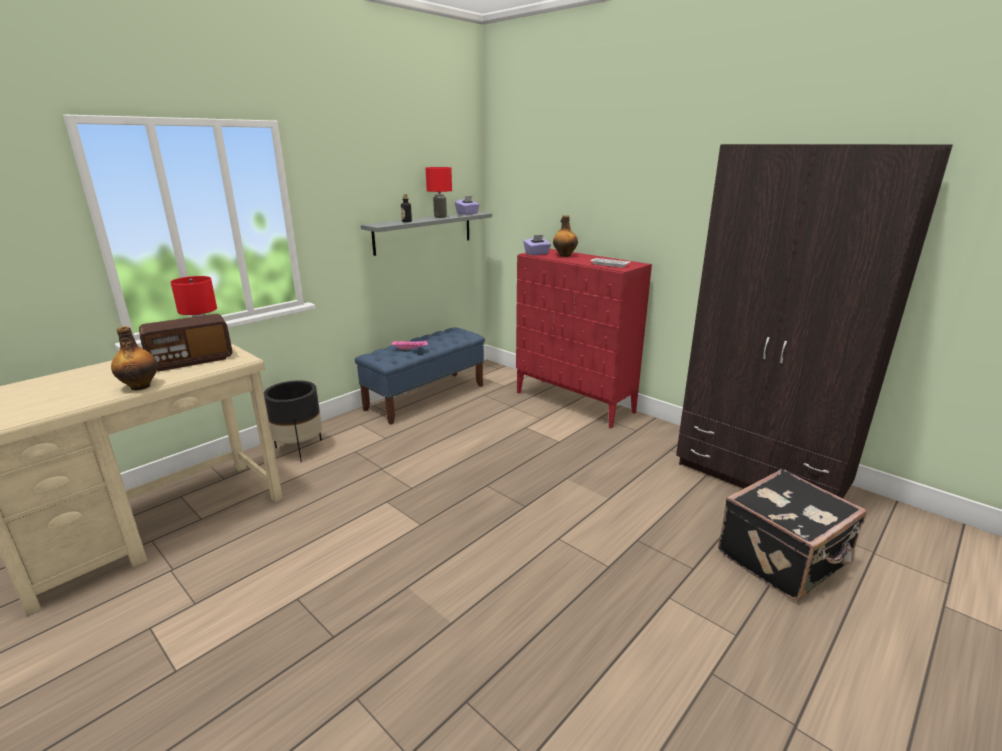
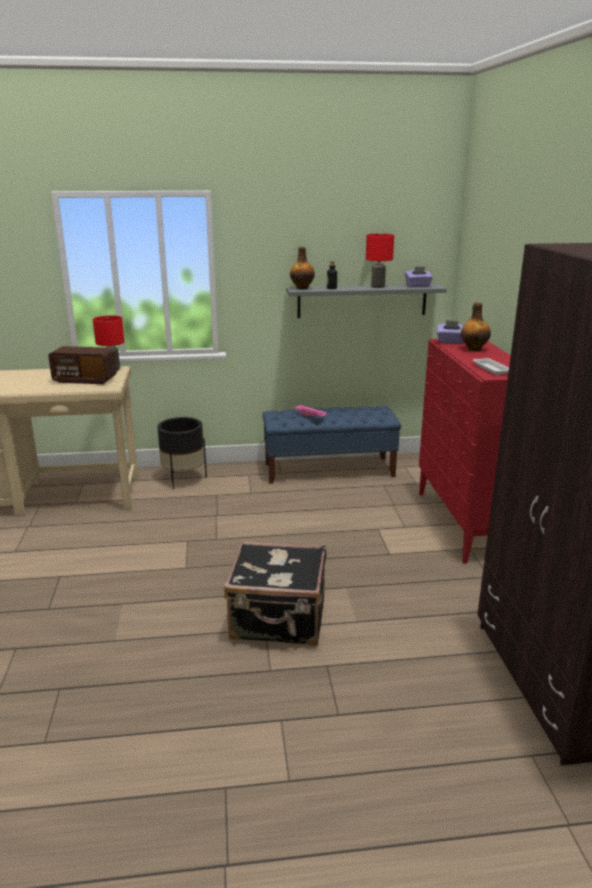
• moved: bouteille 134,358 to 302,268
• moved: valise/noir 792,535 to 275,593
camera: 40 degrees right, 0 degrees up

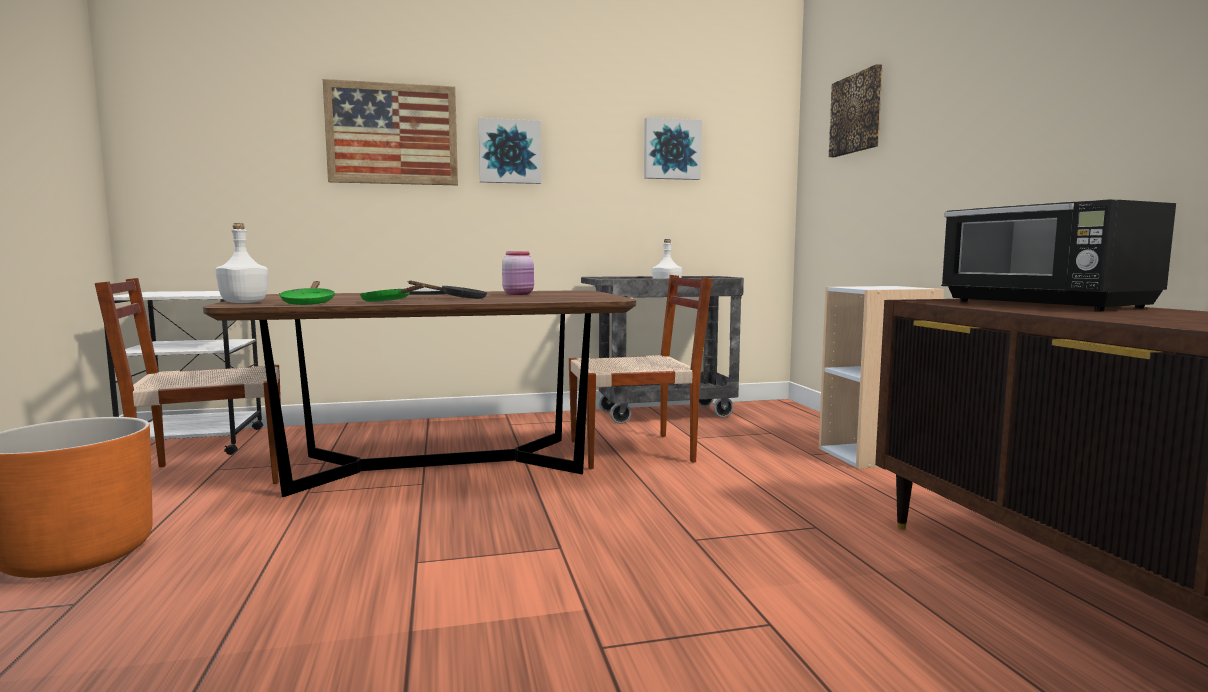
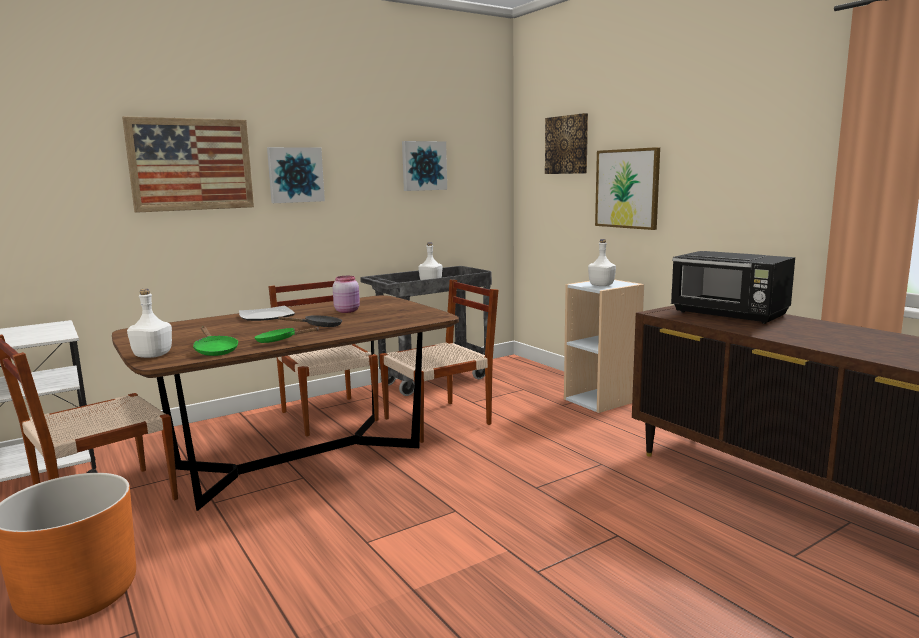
• added: chaise 323,359
• added: bouteille/blanc 602,262
• added: tableau 627,188
camera: 20 degrees left, 5 degrees up

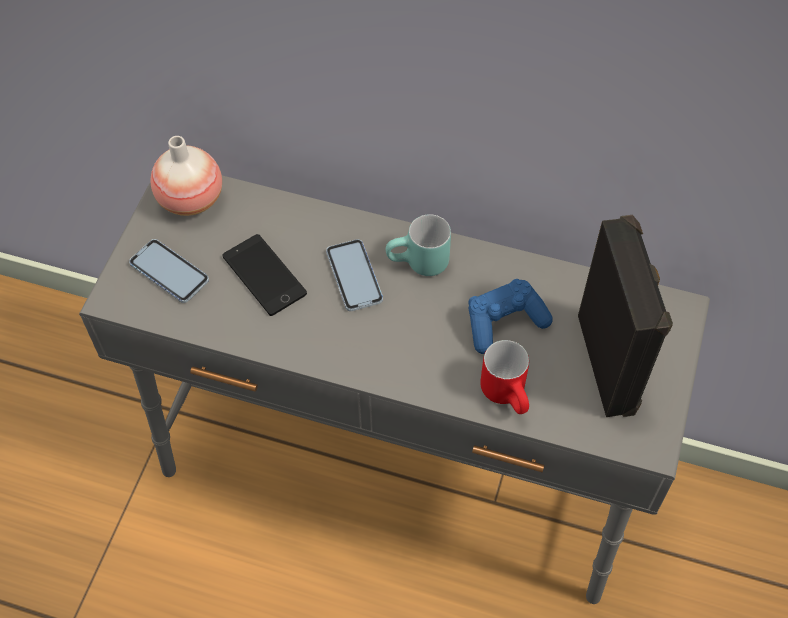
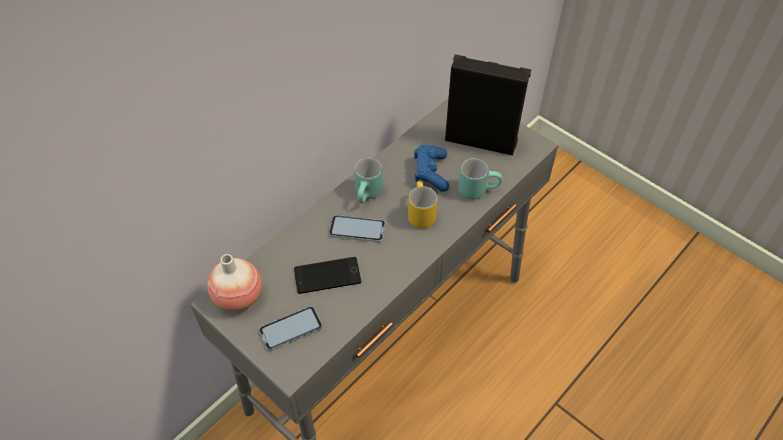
• added: mug/jaune 422,205
• recoloured: mug/rouge 504,377 to mug/turquoise 480,179
camera: 65 degrees left, 5 degrees down

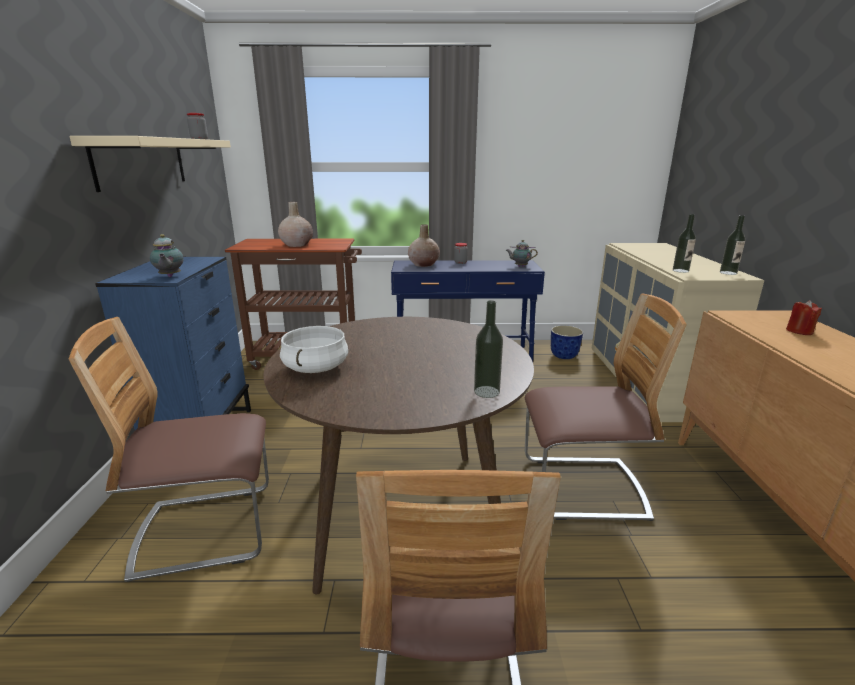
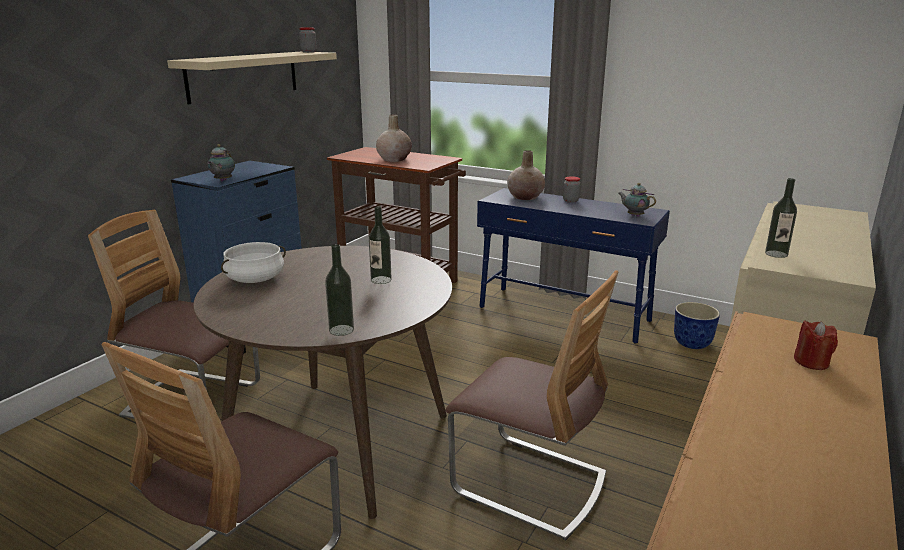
• moved: bouteille 733,245 to 380,245
camera: 30 degrees right, 0 degrees up

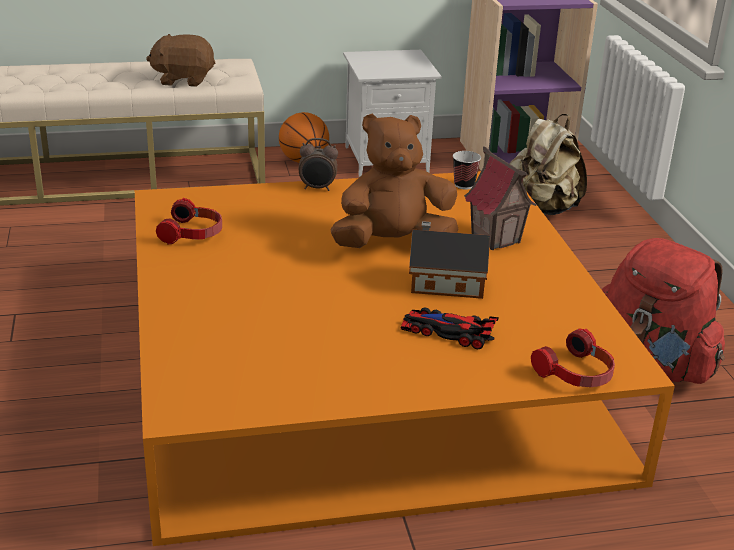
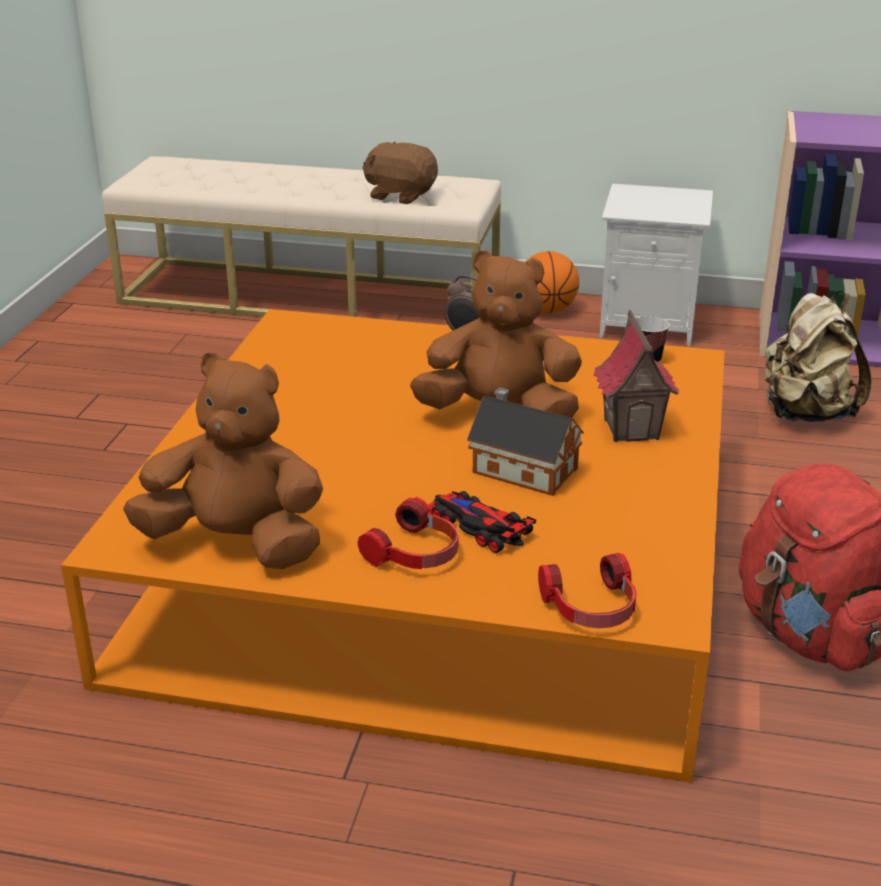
• added: peluche/marron 223,460
• moved: casque audio 189,221 to 407,533
camera: 25 degrees right, 0 degrees up

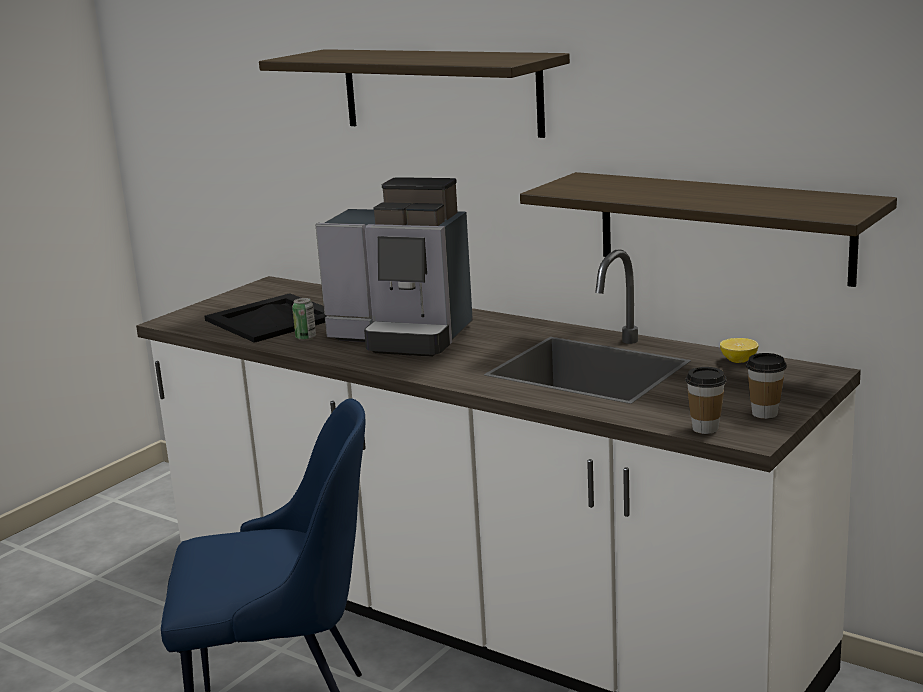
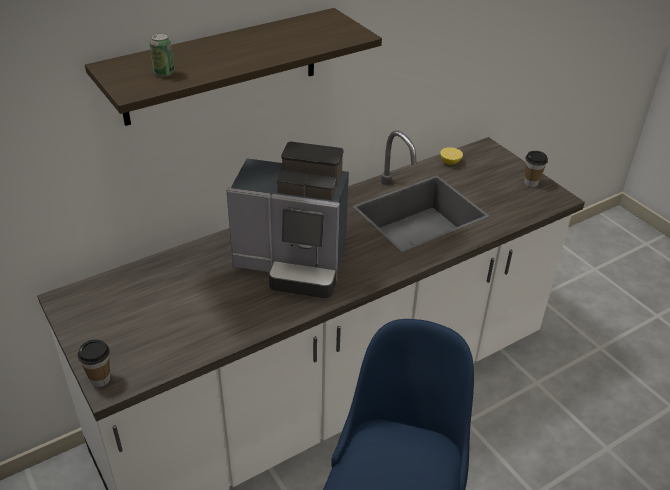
• removed: plateau/noir 265,318
• removed: étagère 708,229
• moved: boîte métallique 304,319 to 161,55
• moved: tasse 706,400 to 94,363
• turned: machine à café 394,267 = 287,220 60 degrees clockwise
camera: 70 degrees left, 20 degrees up

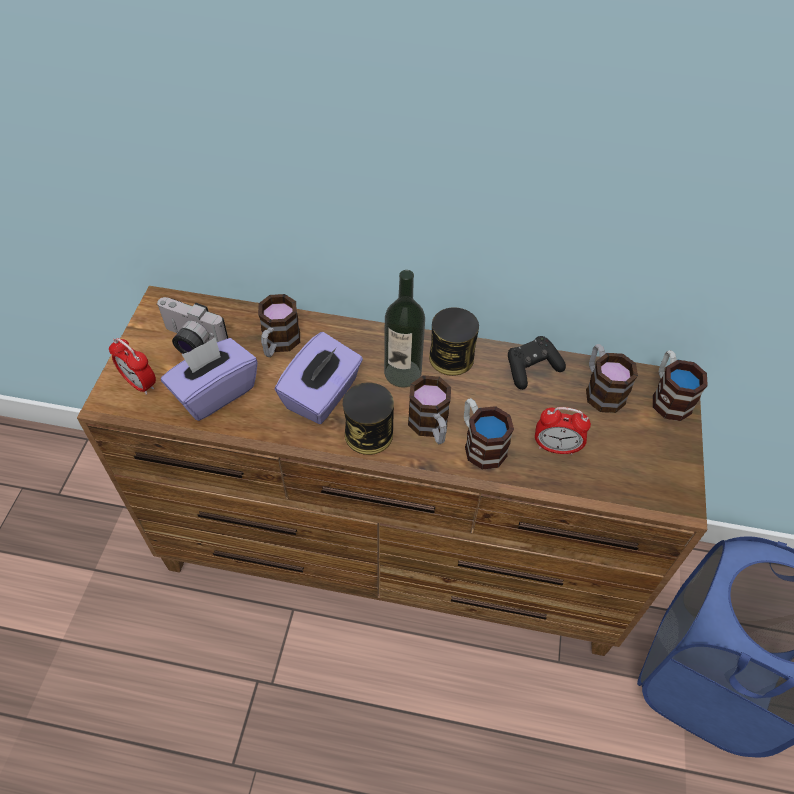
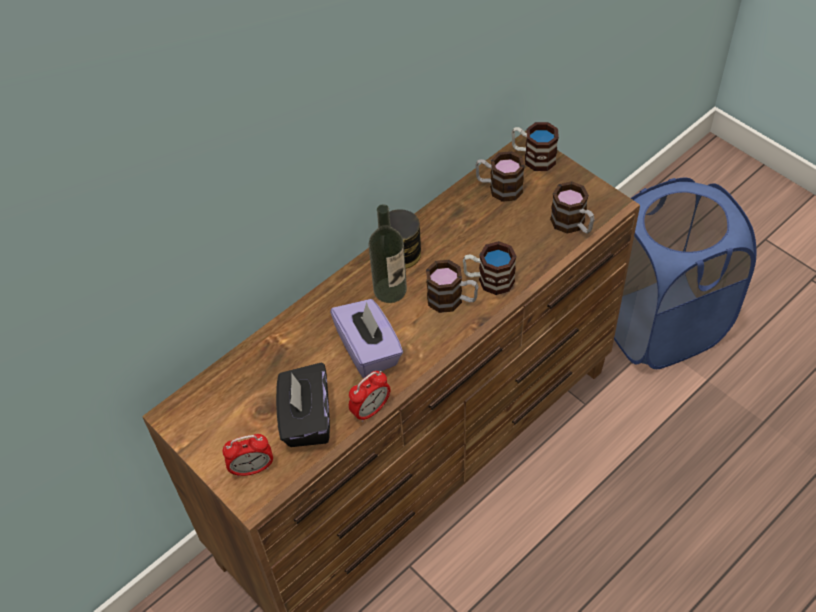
• removed: appareil photo 192,325
• removed: boîte métallique 368,419
• removed: manette/noir 537,363
• moved: mug 279,325 to 572,207
• moved: réveil 563,431 to 370,396
• recoloured: boîte à mouchoirs/violet 209,379 to boîte à mouchoirs/noir 303,404
camera: 50 degrees left, 0 degrees up

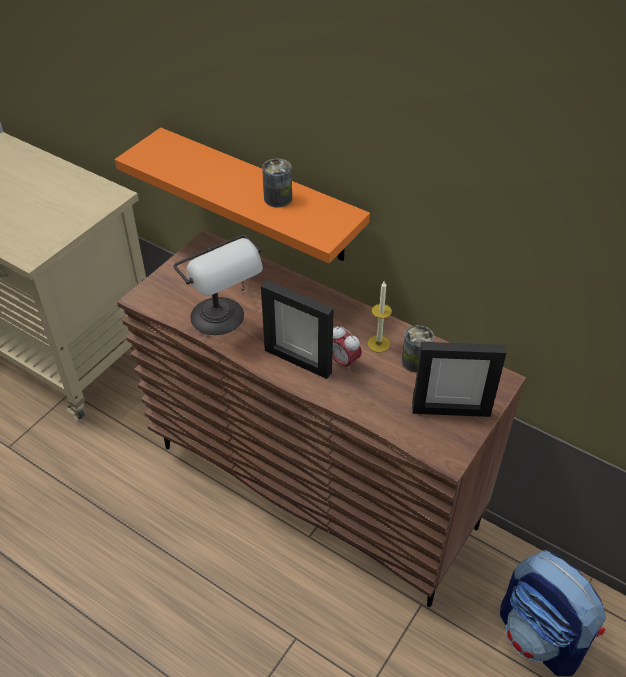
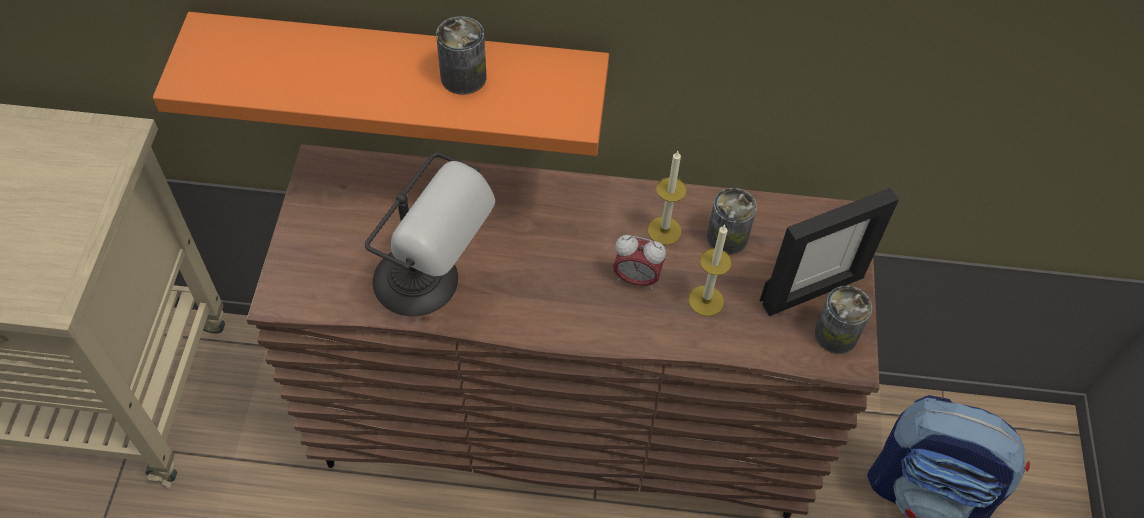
• removed: cadre photo 297,329
• added: bougie 710,270
• added: boîte métallique 843,320
camera: 30 degrees left, 10 degrees up

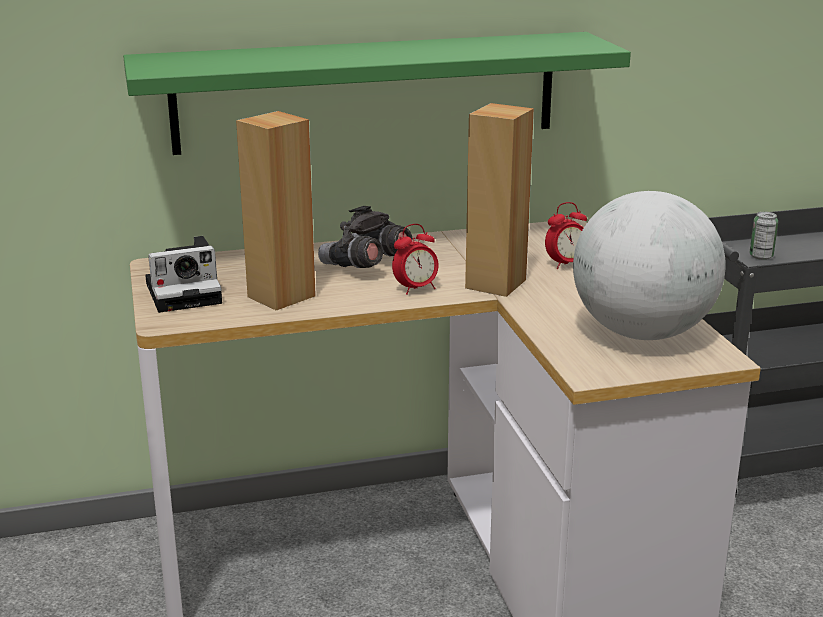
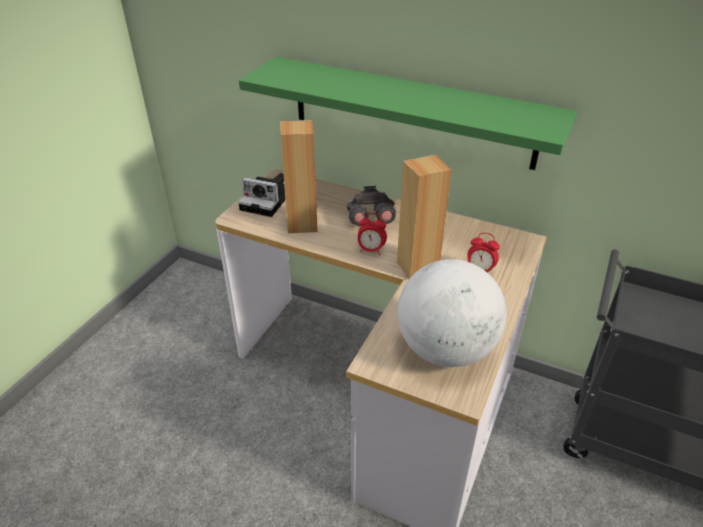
• removed: boîte métallique 763,236
camera: 40 degrees right, 15 degrees up

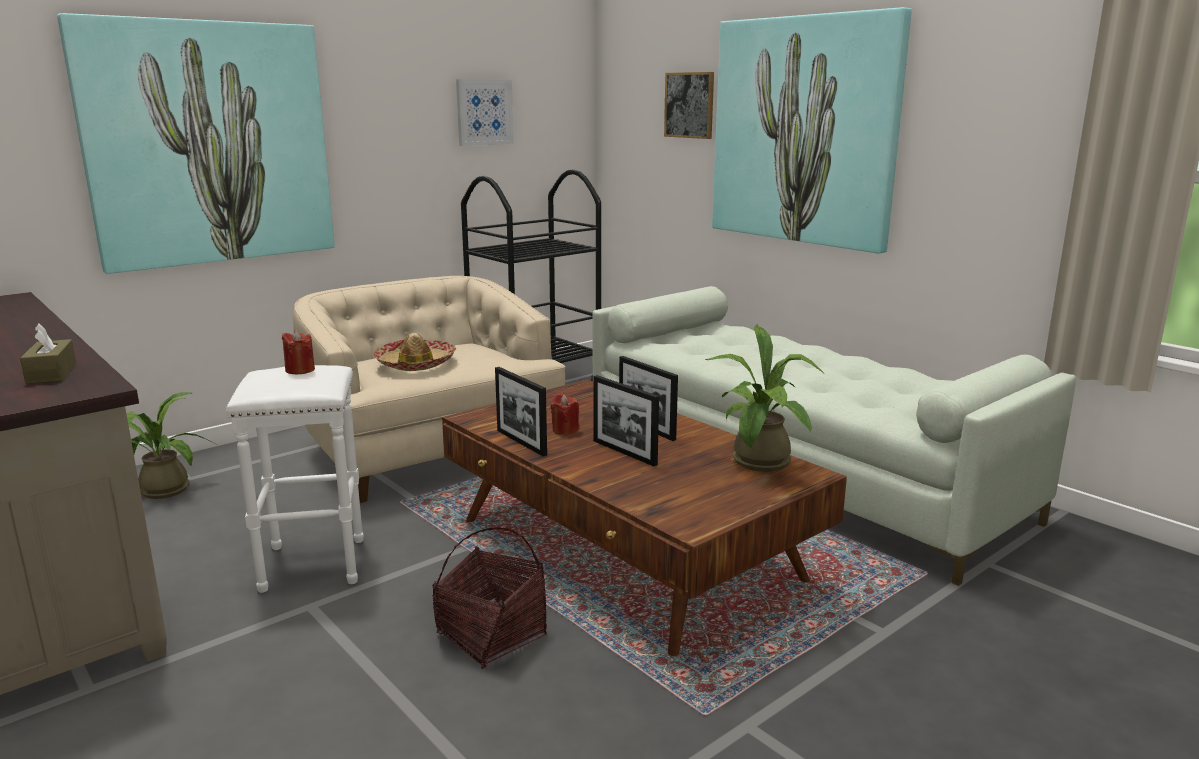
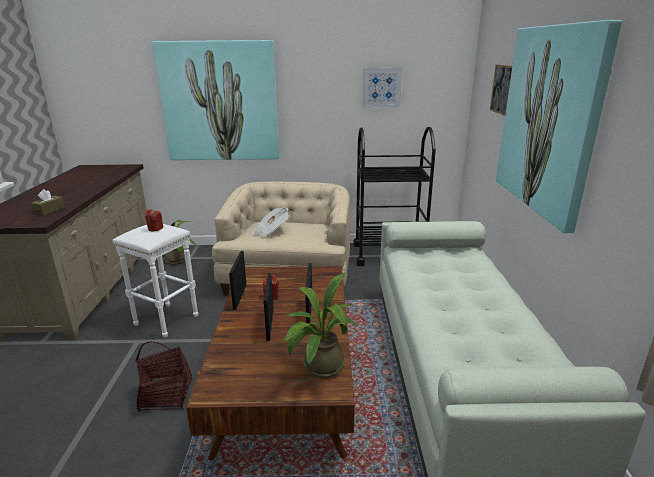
• replaced: chapeau 414,352 to journal 270,222
camera: 40 degrees right, 5 degrees up

